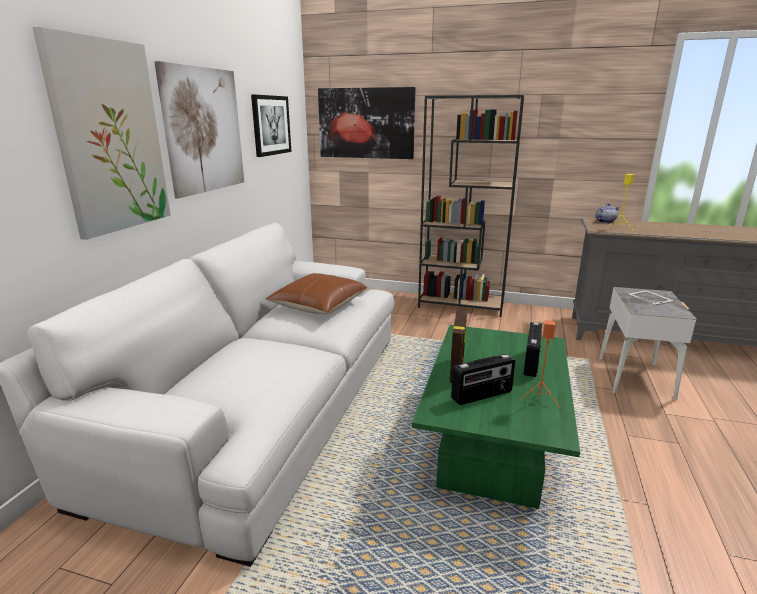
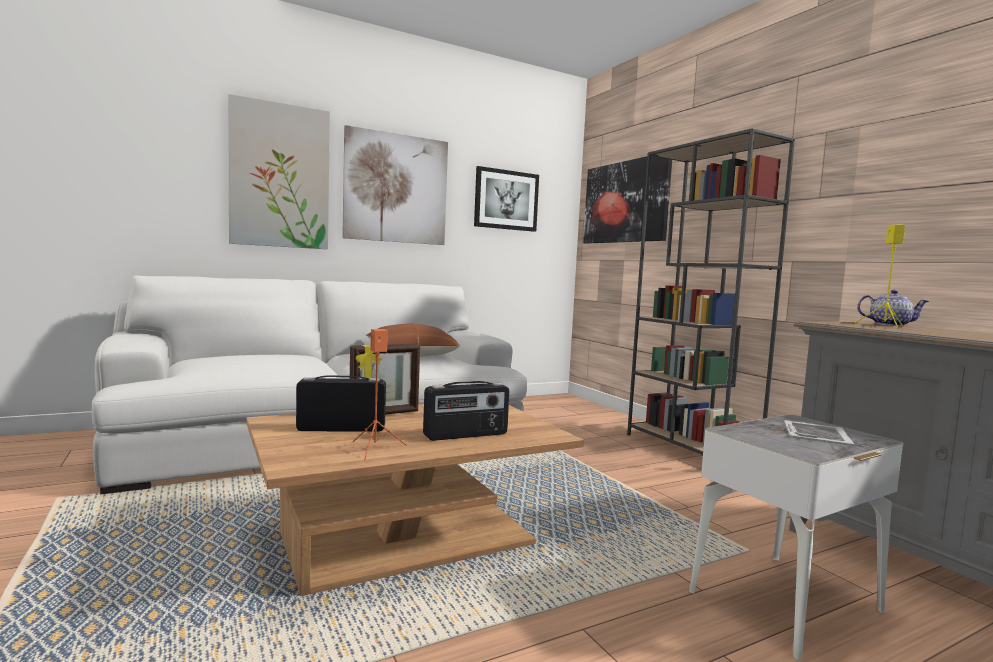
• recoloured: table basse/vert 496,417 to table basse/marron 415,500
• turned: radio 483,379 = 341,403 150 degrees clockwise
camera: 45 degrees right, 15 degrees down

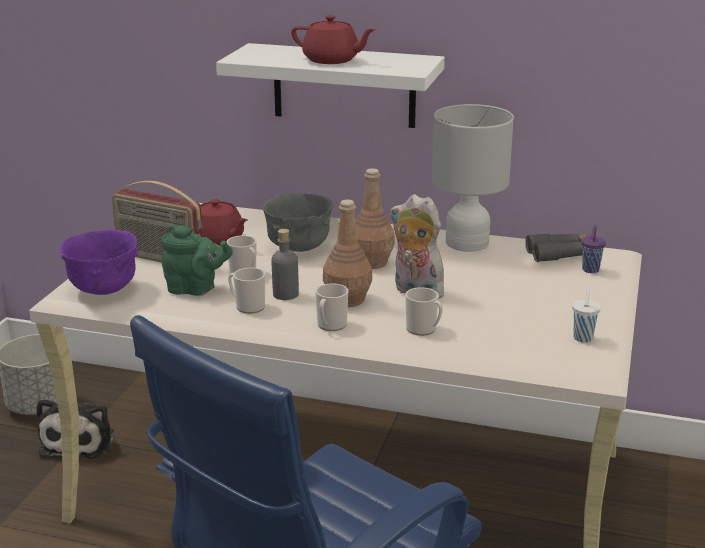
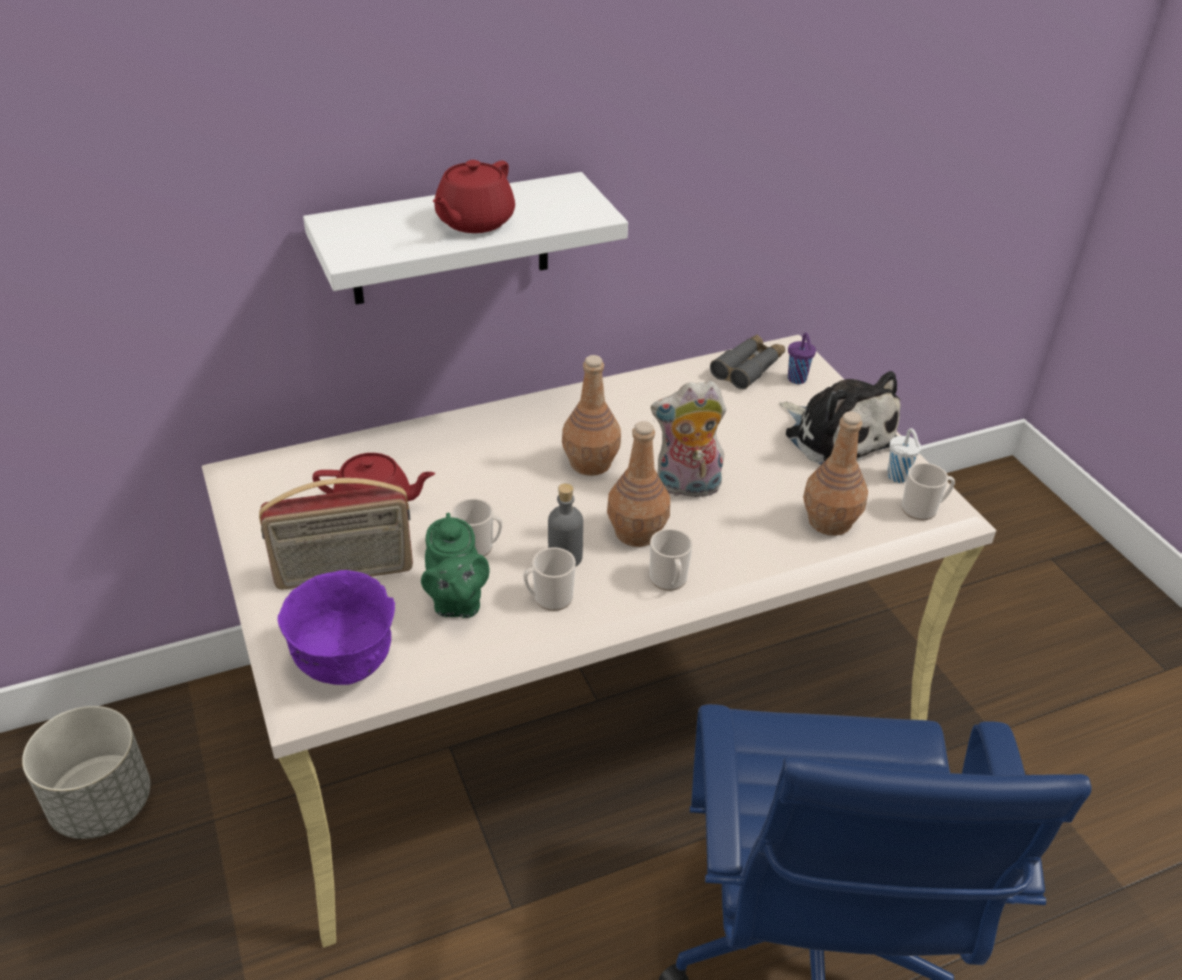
• removed: bol/gris 298,222
• removed: lampe de table/gris 473,178
• added: bouteille/marron 835,473
• moved: peluche 75,429 to 839,418
• moved: mug 424,311 to 928,491
• turned: théière/vert 197,260 = 455,565 105 degrees clockwise
• turned: théière/rouge 333,39 = 474,196 135 degrees clockwise
camera: 40 degrees left, 15 degrees up

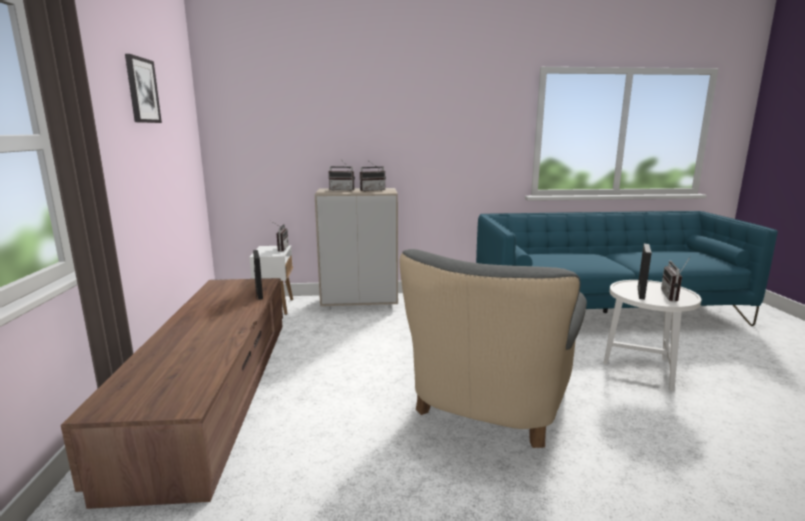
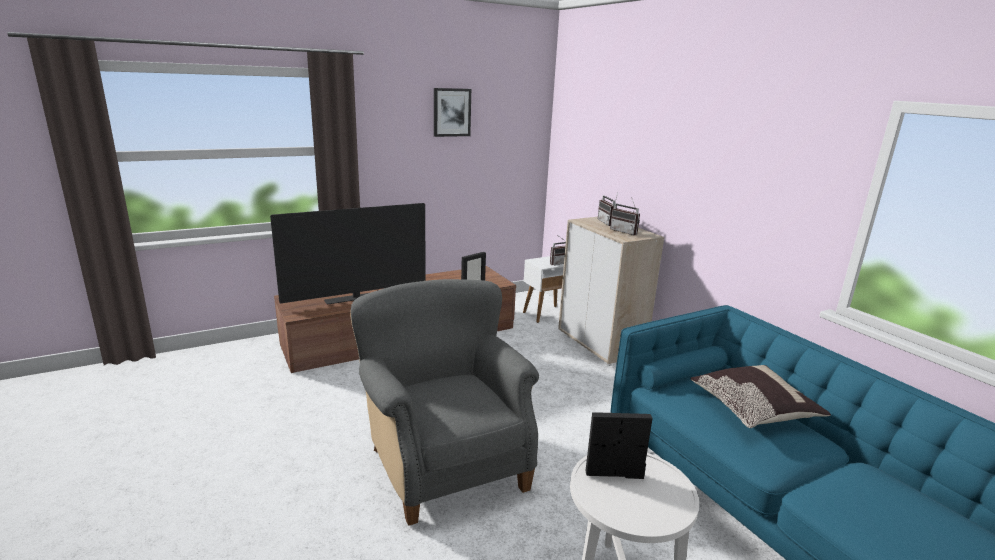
• removed: radio 675,279
• added: téléviseur 348,253
• added: coussin 760,396
• turned: fauteuil/gris 493,348 = 444,402 60 degrees clockwise
camera: 65 degrees right, 5 degrees up

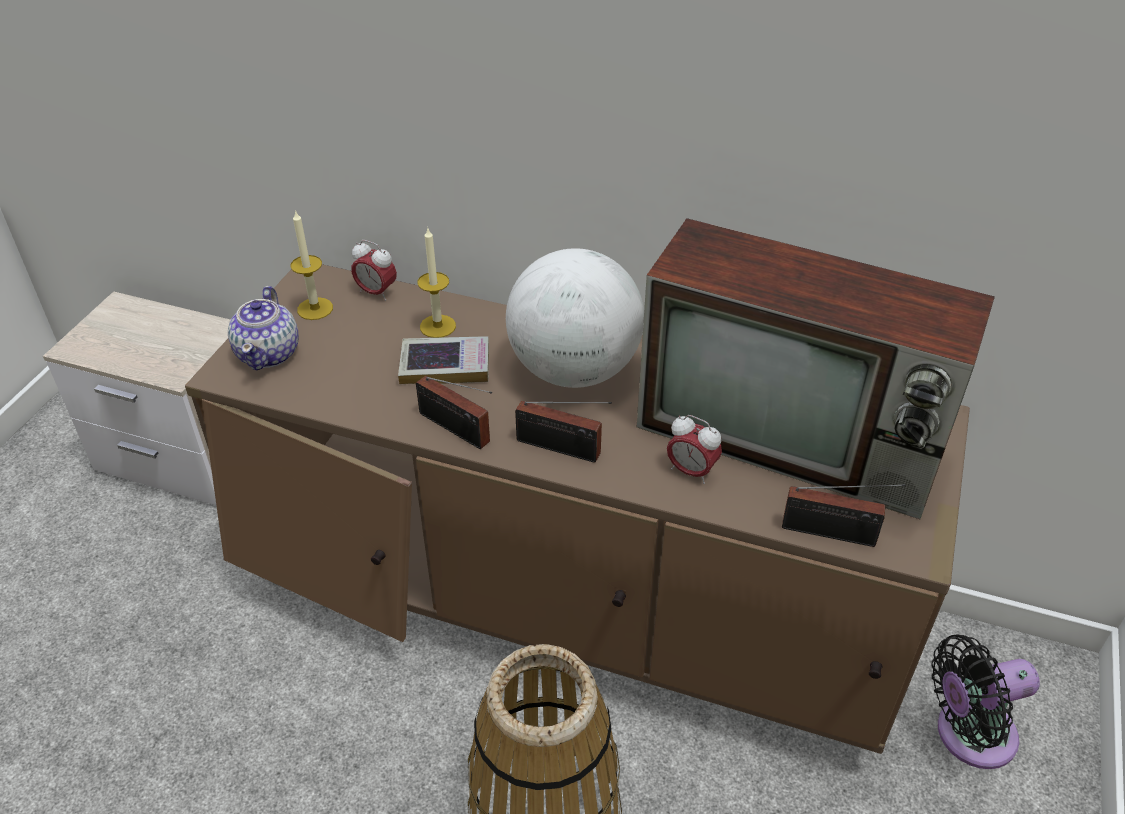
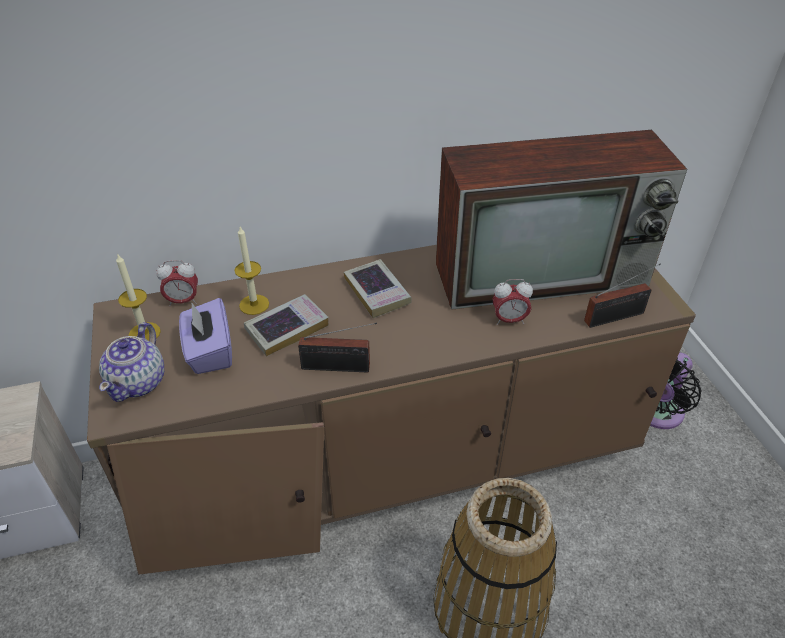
• removed: radio 563,432
• added: boîte à mouchoirs/violet 205,336
• replaced: globe 575,318 to livre 378,288
• turned: théière 263,328 = 131,362 45 degrees clockwise
camera: 35 degrees left, 0 degrees up

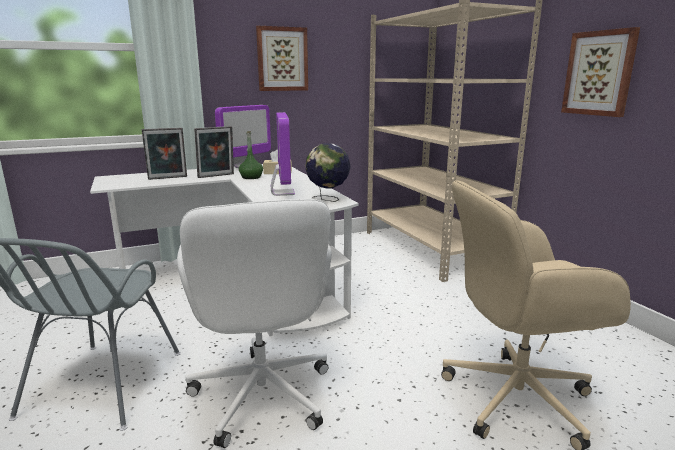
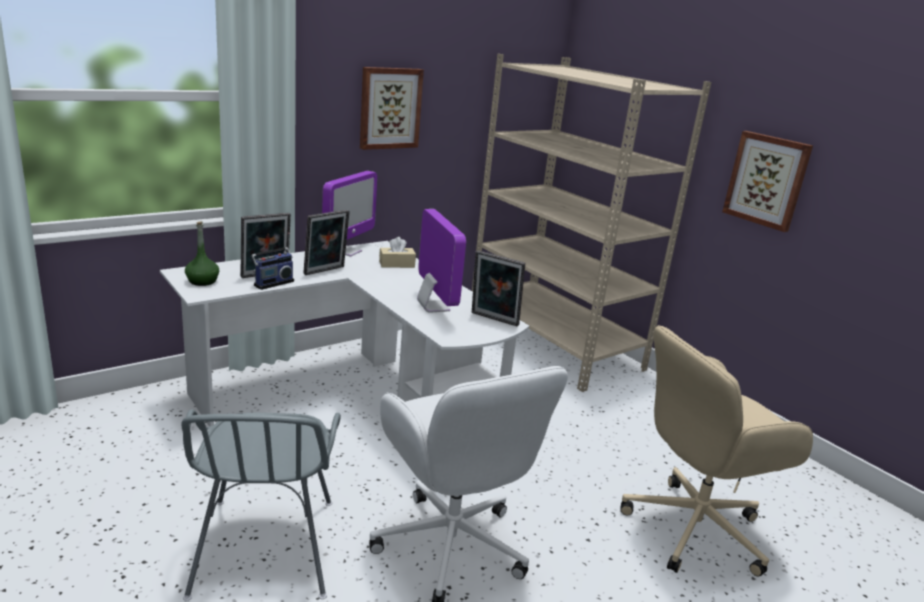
• added: radio 272,261
• moved: bouteille/vert 251,155 to 202,254
• replaced: globe 328,172 to cadre photo 498,288
camera: 15 degrees left, 5 degrees up

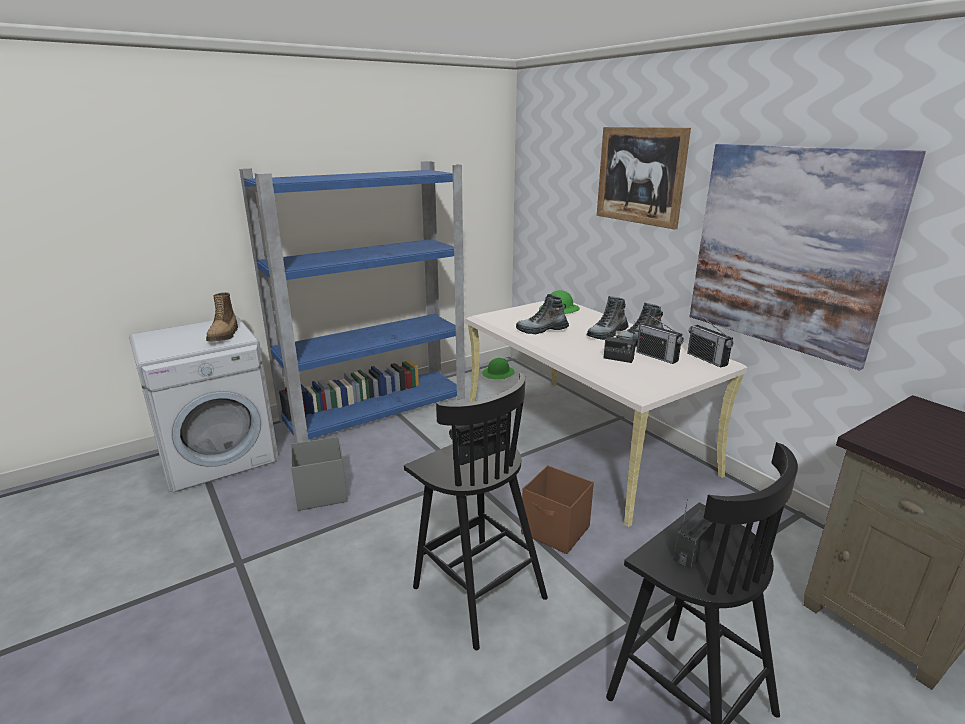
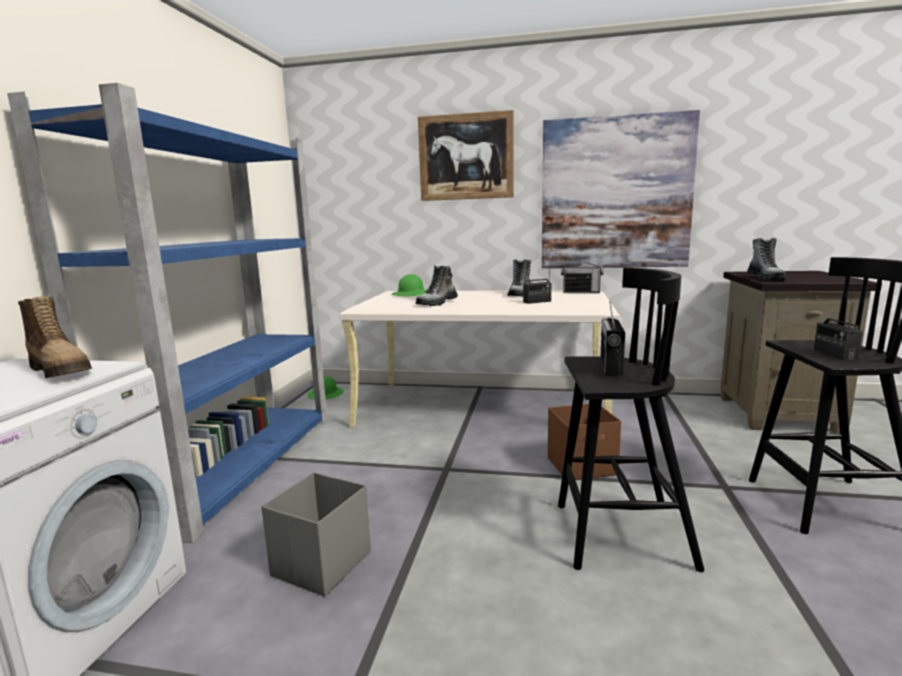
• removed: radio 660,338
• moved: botte 608,318 to 766,259
camera: 45 degrees left, 10 degrees down

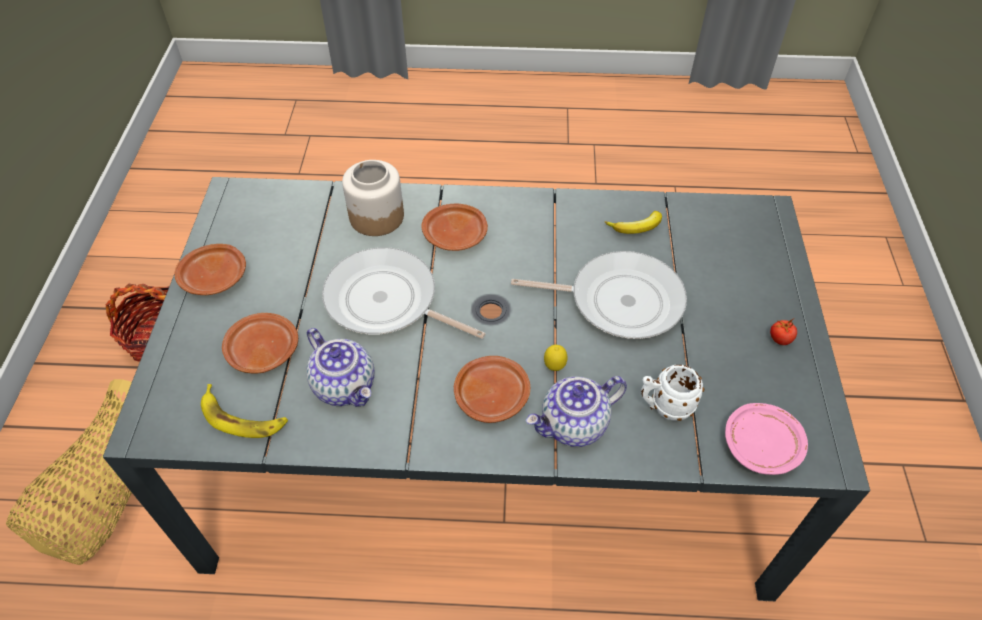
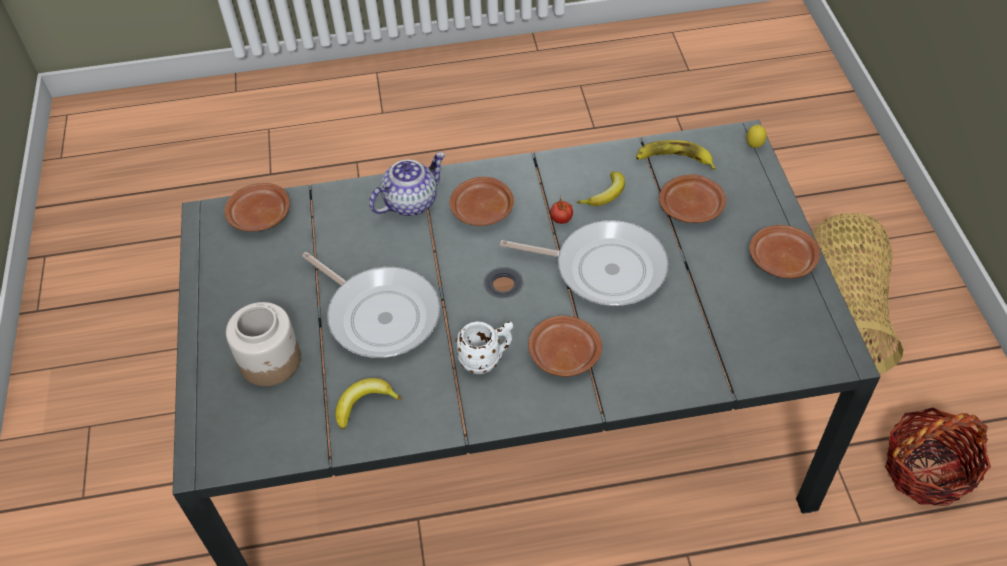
• moved: bocal 373,198 to 263,344
• moved: citron 555,358 to 756,136
• moved: mug/blanc 672,393 to 484,347
• moved: tomate 783,332 to 561,210
• replaced: théière 340,367 to banane 601,189
• recoloured: assiette/rose 766,439 to assiette/marron 257,207
• turned: poêle 599,295 = 371,305 135 degrees counterclockwise
camera: 170 degrees right, 0 degrees up

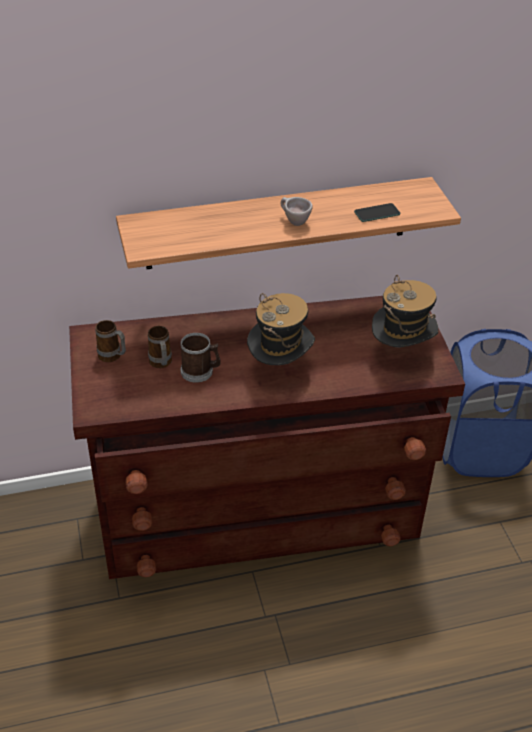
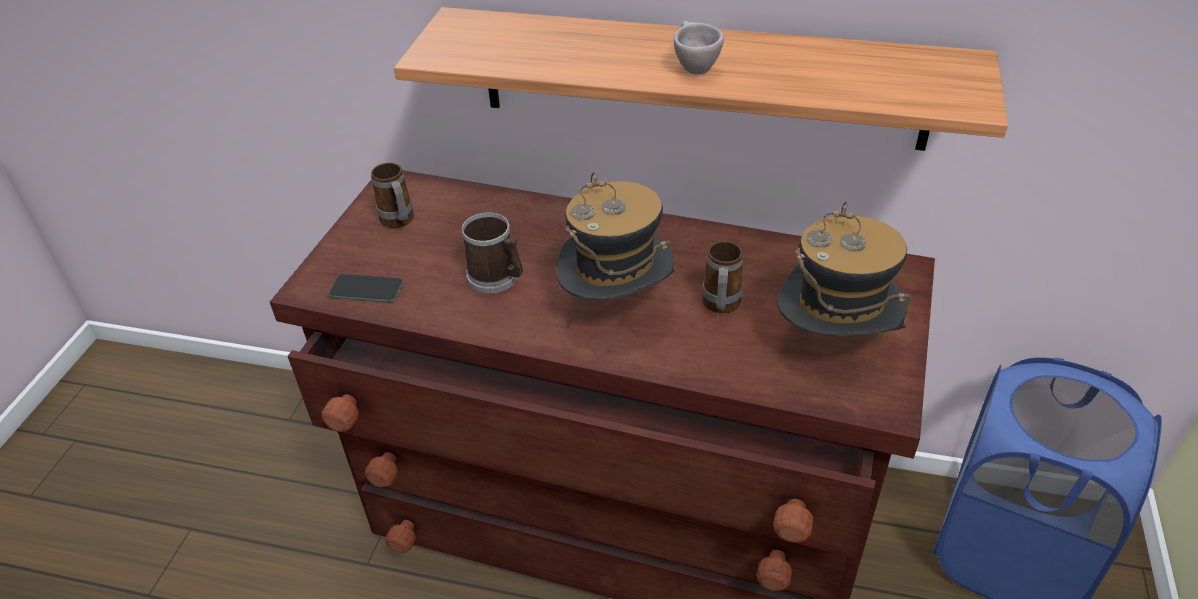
• moved: mug 160,347 to 722,277
• moved: téléphone 377,212 to 365,288
camera: 30 degrees right, 0 degrees up

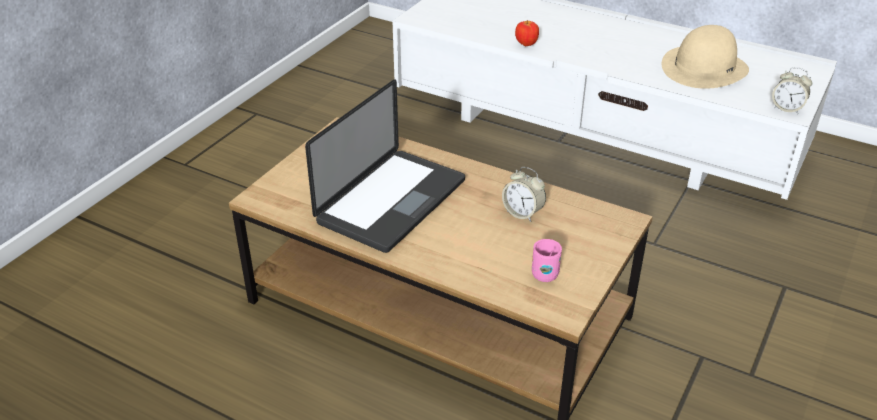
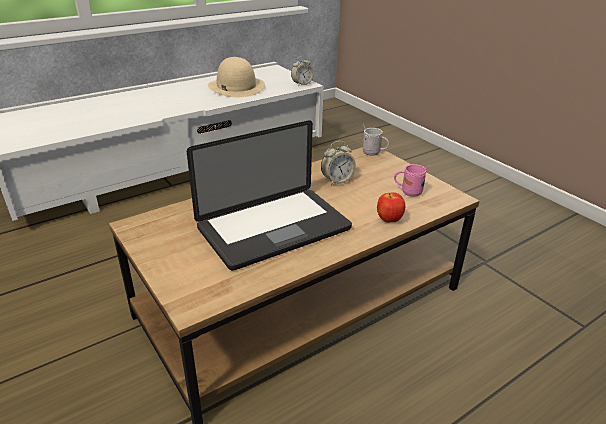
• added: mug/blanc 376,140
• moved: pomme 527,33 to 391,207
• turned: ordinateur portable 385,166 = 269,195 90 degrees clockwise
camera: 65 degrees left, 5 degrees down

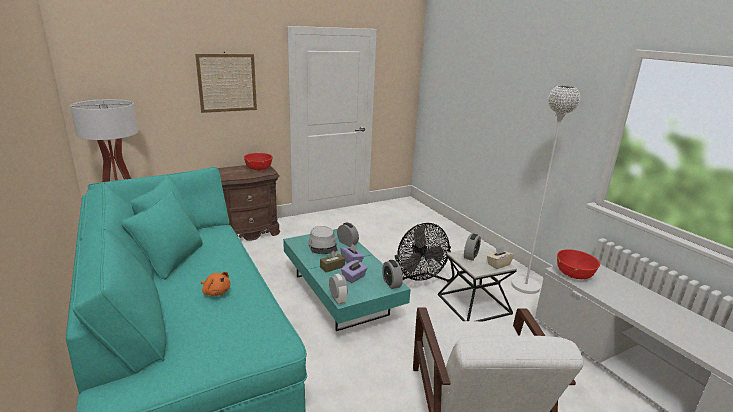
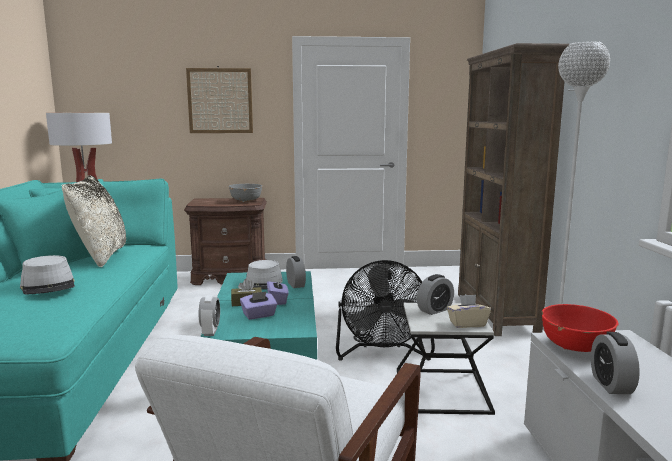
• added: coussin/beige 94,221
• added: bibliothèque/marron 514,189
• moved: réveil 392,274 to 615,363
• replaced: peluche/orange 215,283 to chapeau/gris 47,275
• recoloured: bol/rouge 258,162 to bol/gris 246,193
camera: 25 degrees right, 10 degrees down

